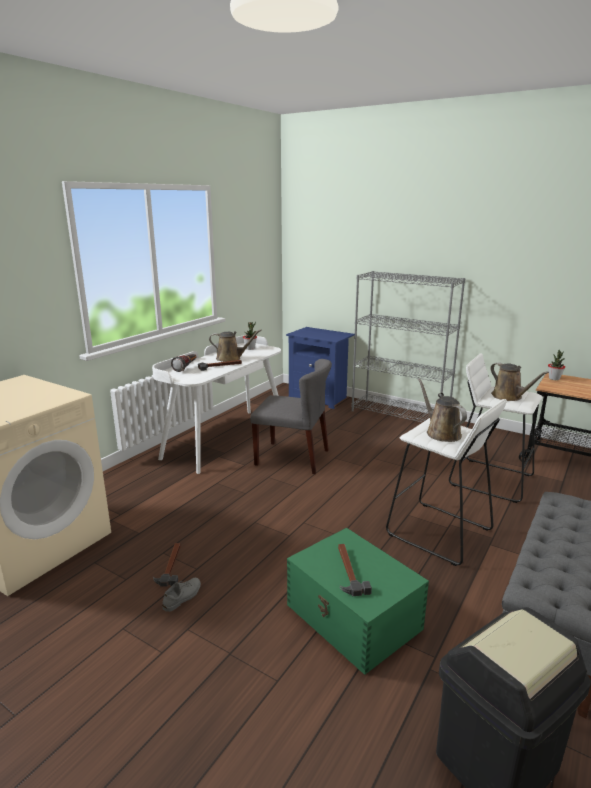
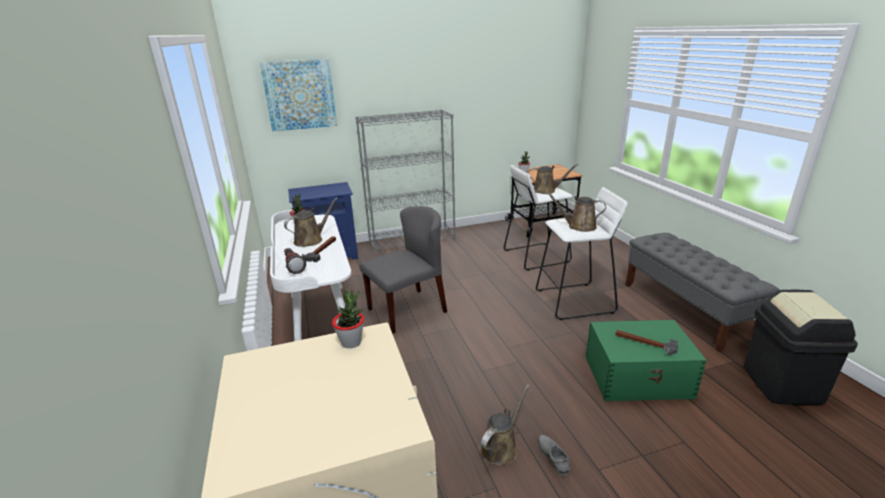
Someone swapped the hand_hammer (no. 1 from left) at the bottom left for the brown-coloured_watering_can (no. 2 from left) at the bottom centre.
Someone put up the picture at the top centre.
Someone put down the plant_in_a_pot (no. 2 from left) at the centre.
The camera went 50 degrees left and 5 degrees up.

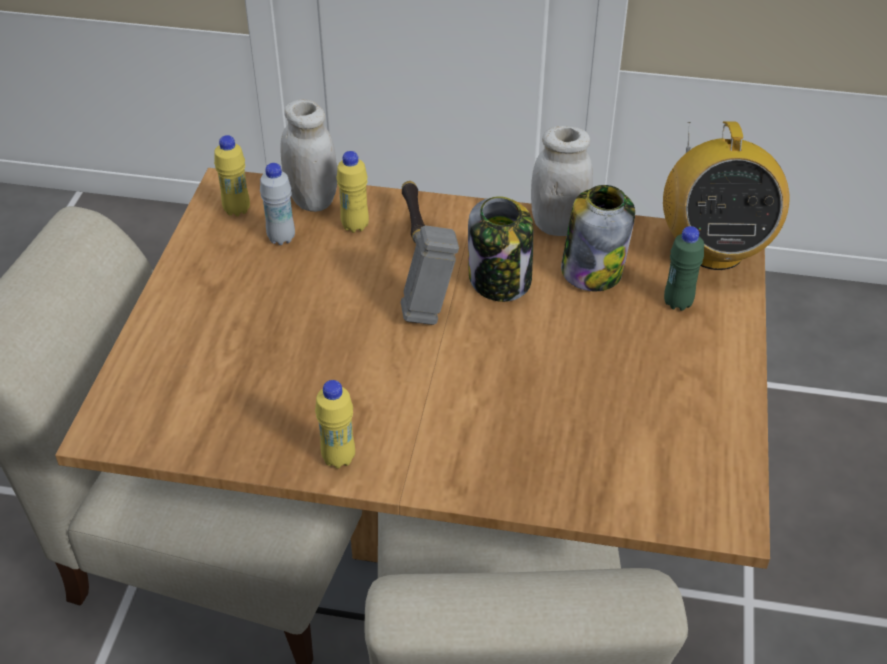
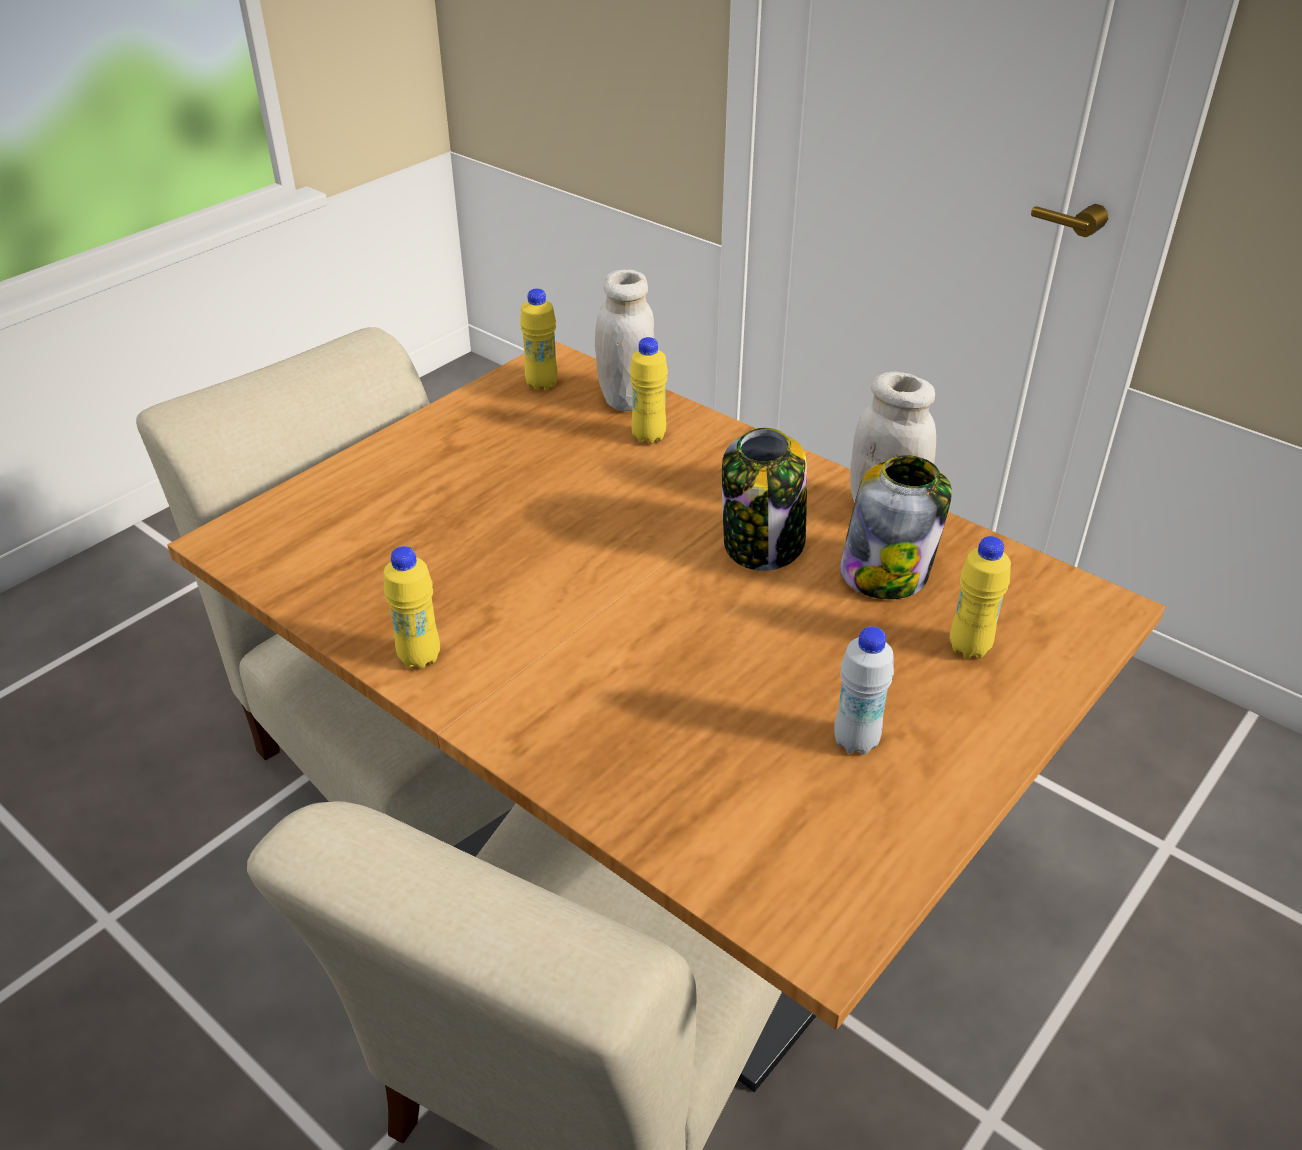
Someone carried the whitish_drink_bottle from the top left to the centre.
Someone took away the hand_hammer at the centre.
Someone took away the radio_receiver at the top right.
Someone repainted the green_drink_bottle at the middle right, which became the yellow-coloured_drink_bottle (no. 4 from left) at the middle right.
The camera went 30 degrees right and 5 degrees down.

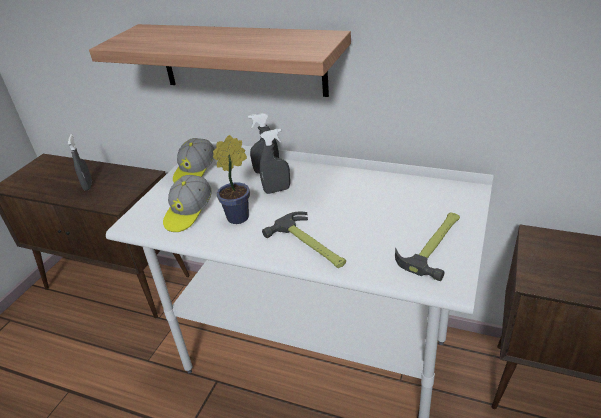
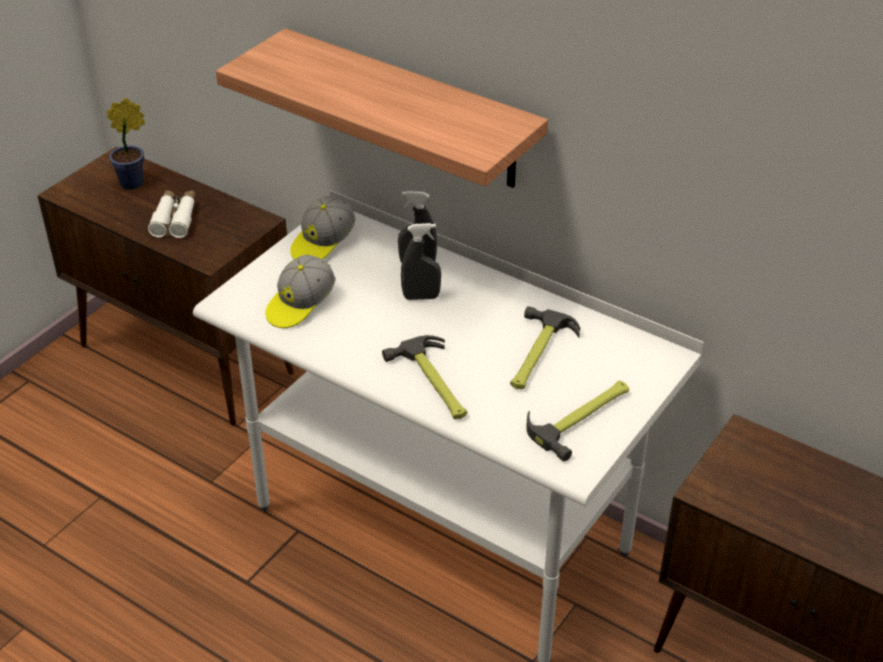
Someone swapped the gray_spray_bottle (no. 1 from left) at the middle left for the whitish_binoculars at the top left.
Someone carried the plant_in_a_pot from the centre to the top left.
Someone put down the hand_hammer (no. 2 from left) at the centre.
The camera went 10 degrees right and 5 degrees up.

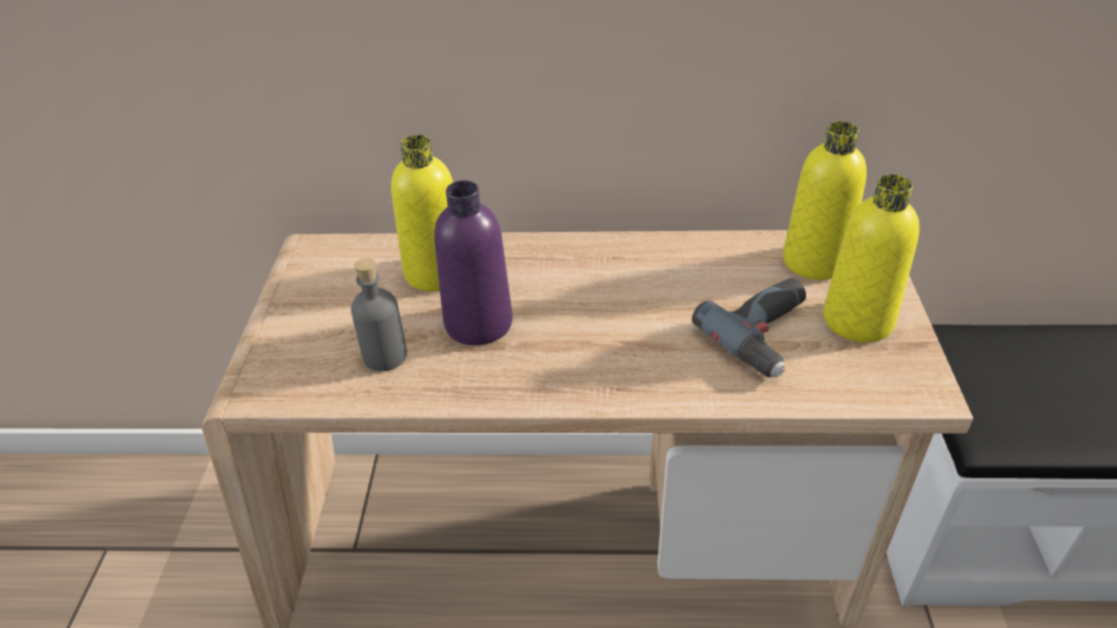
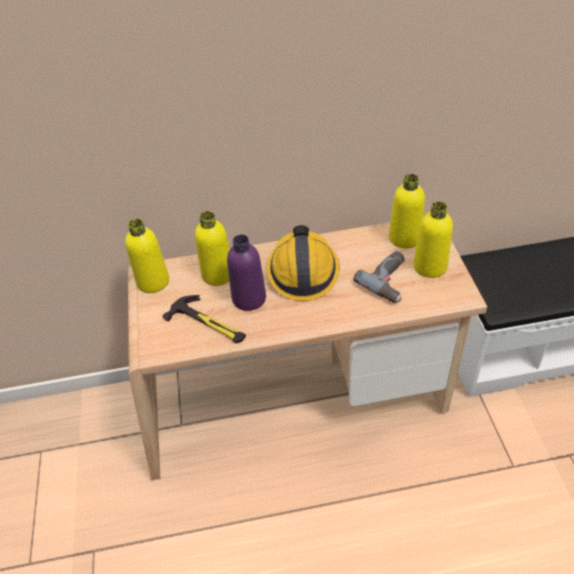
Someone swapped the gray_drink_bottle at the centre for the hand_hammer at the centre.
Someone put down the yellow-coloured_drink_bottle (no. 1 from left) at the middle left.
Someone put down the hard_hat at the centre.
The camera went 10 degrees left and 5 degrees up.

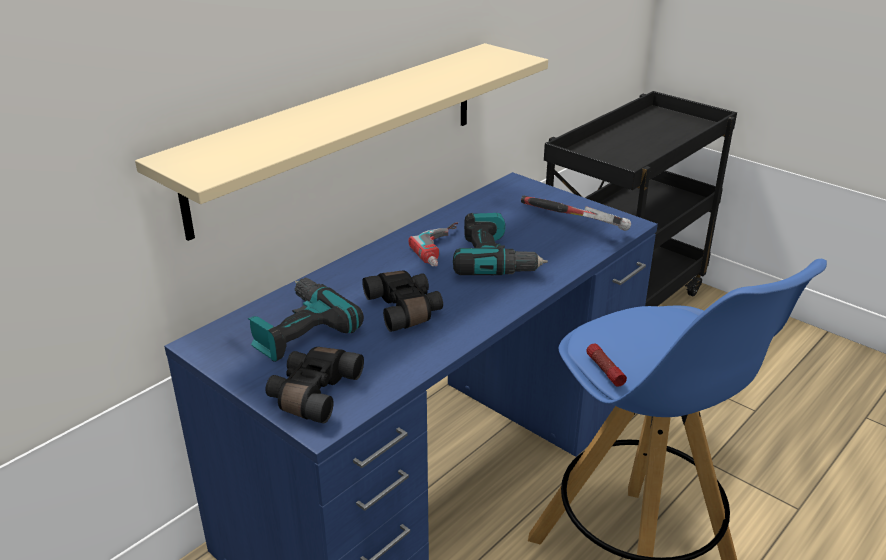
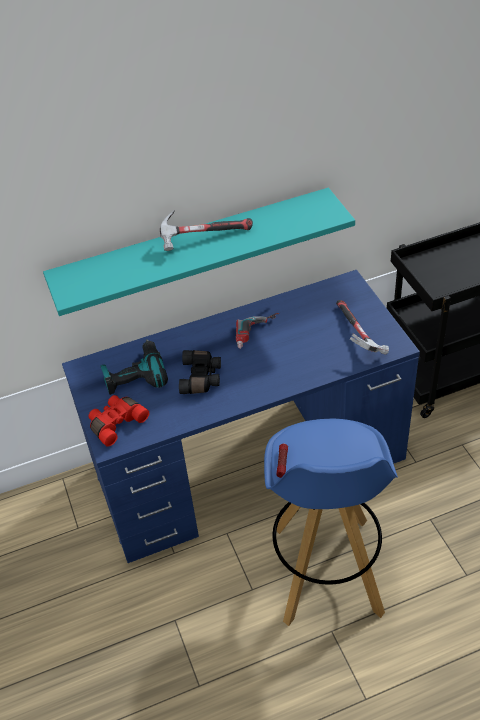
Someone repainted the sand-coloured_wall_shelf at the top centre, which became the turquoise-coloured_wall_shelf at the centre.
Someone repainted the black_binoculars (no. 1 from left) at the bottom centre, which became the reddish_binoculars at the middle left.
Someone took away the electric_drill (no. 3 from left) at the centre.
Someone put down the hand_hammer (no. 1 from left) at the top centre.
The camera went 30 degrees right and 15 degrees up.

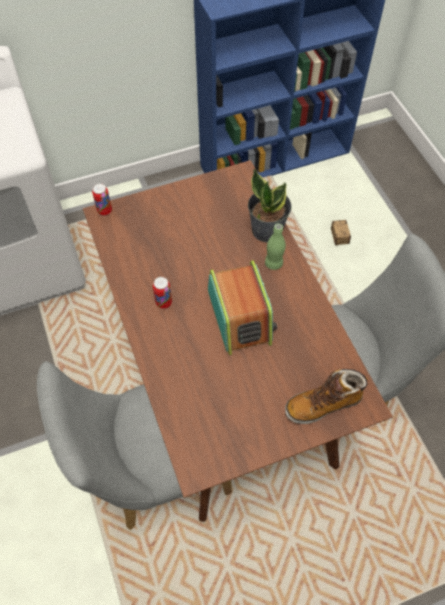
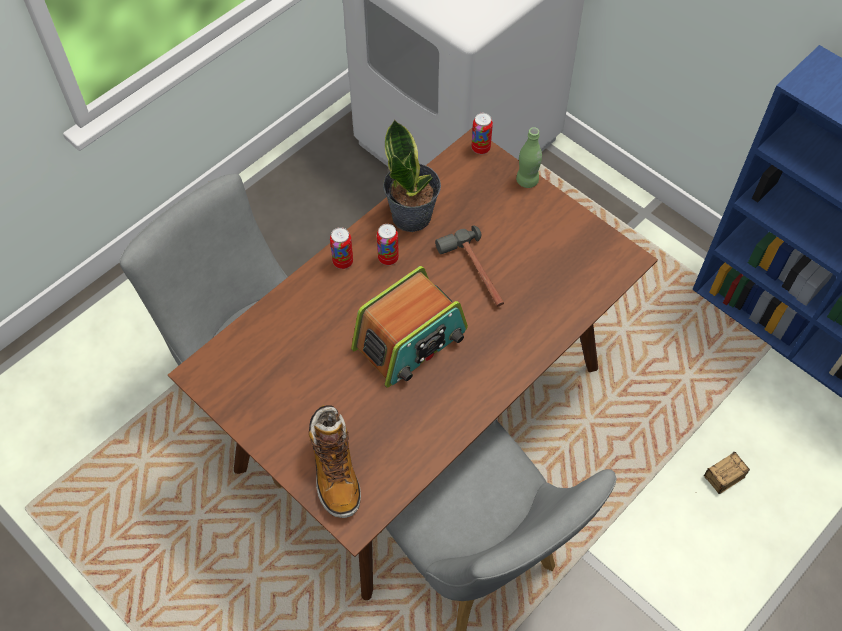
Someone carried the plant_in_a_pot from the centre to the top centre.
Someone carried the green_drink_bottle from the centre to the top centre.
Someone rotated the boot at the middle right by 150 degrees counterclockwise.
Someone put down the sealed_can (no. 1 from left) at the centre.
Someone put down the hand_hammer at the centre.
The camera went 65 degrees right and 0 degrees up.

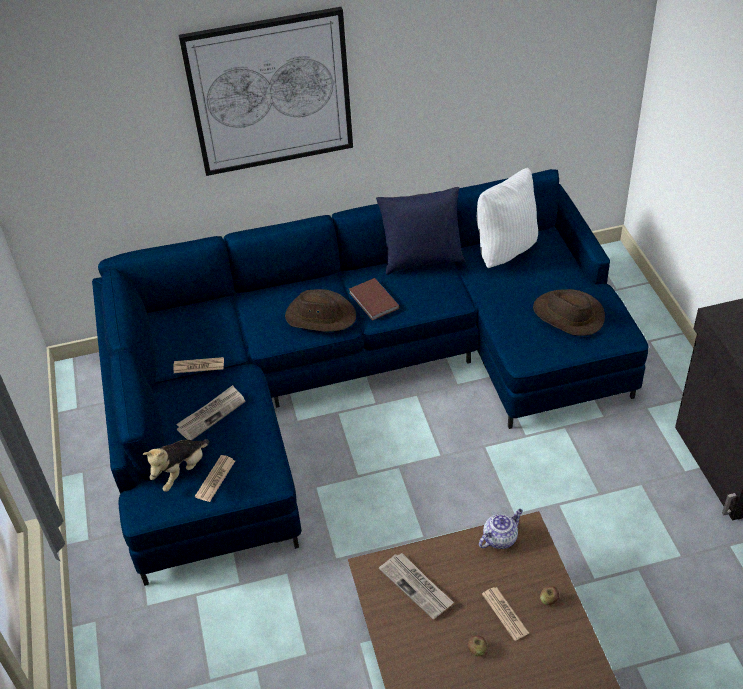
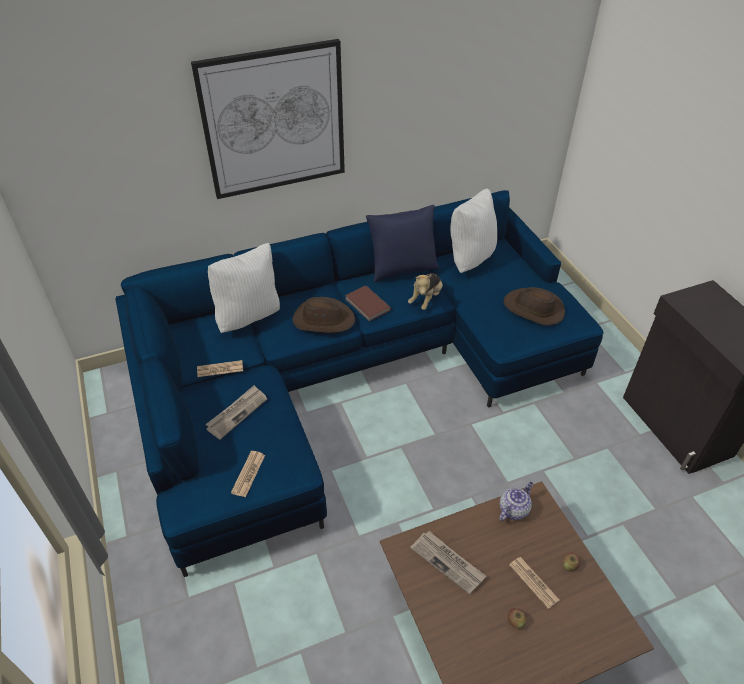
Someone carried the plush_toy from the bottom left to the centre.
Someone put down the whitish_cushion (no. 1 from left) at the middle left.
The camera went 10 degrees left and 0 degrees up.

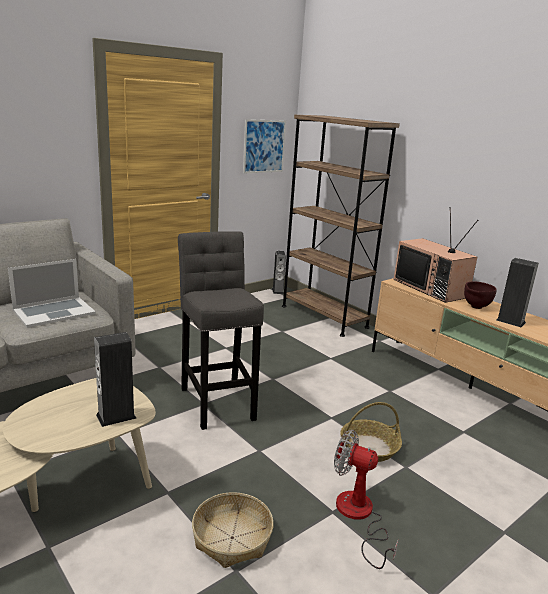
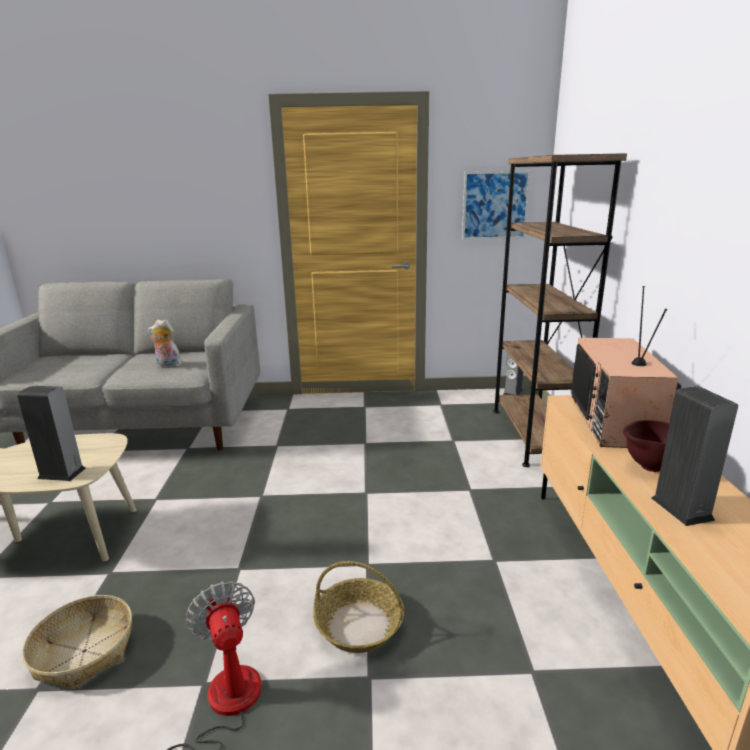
Someone swapped the notebook_computer at the middle left for the plush_toy at the middle left.
Someone took away the gray_sitting_stool at the centre.
The camera went 40 degrees right and 0 degrees up.

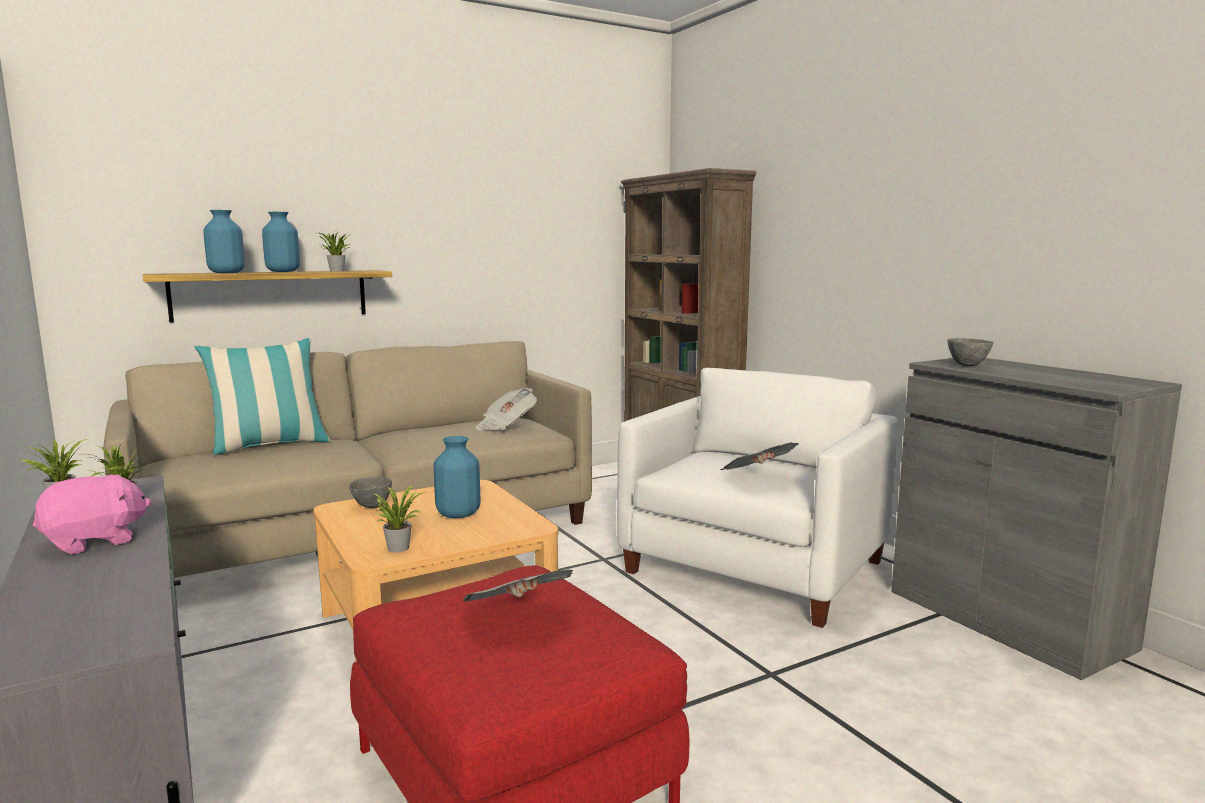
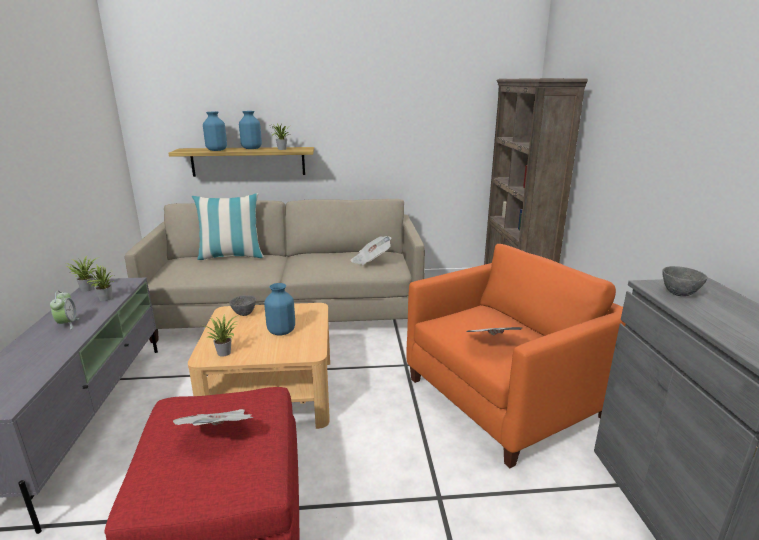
Someone swapped the pink_plush_toy at the middle left for the table_clock at the middle left.
Someone repainted the whitish_armchair at the centre, which became the orangey_armchair at the middle right.
The camera went 25 degrees right and 10 degrees up.

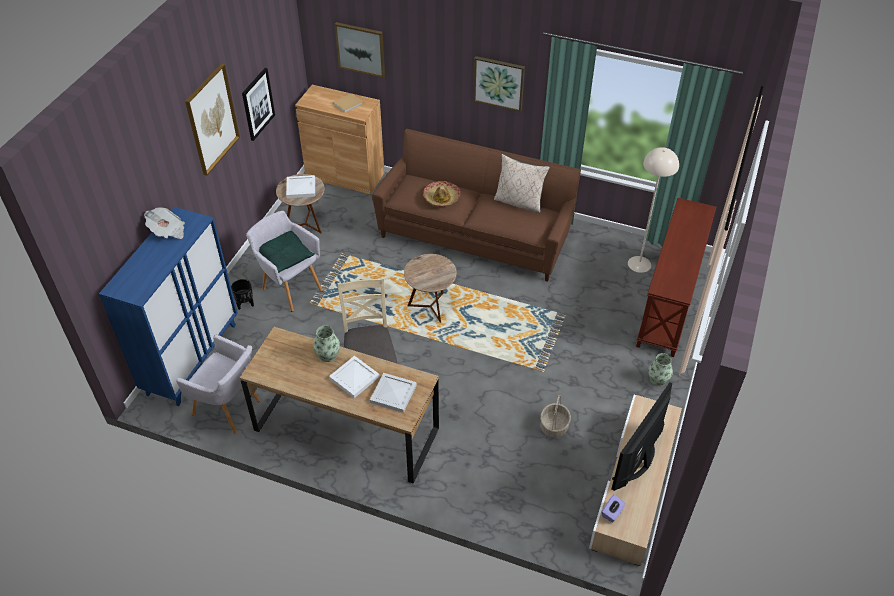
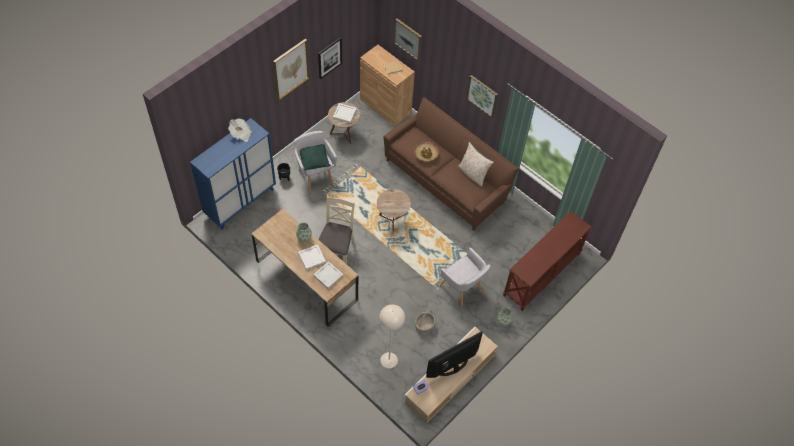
Someone carried the gray_armchair (no. 1 from left in the first image) from the middle left to the centre.
Someone carried the sand-coloured_floor_lamp from the middle right to the bottom centre.
The camera went 20 degrees right and 10 degrees up.

